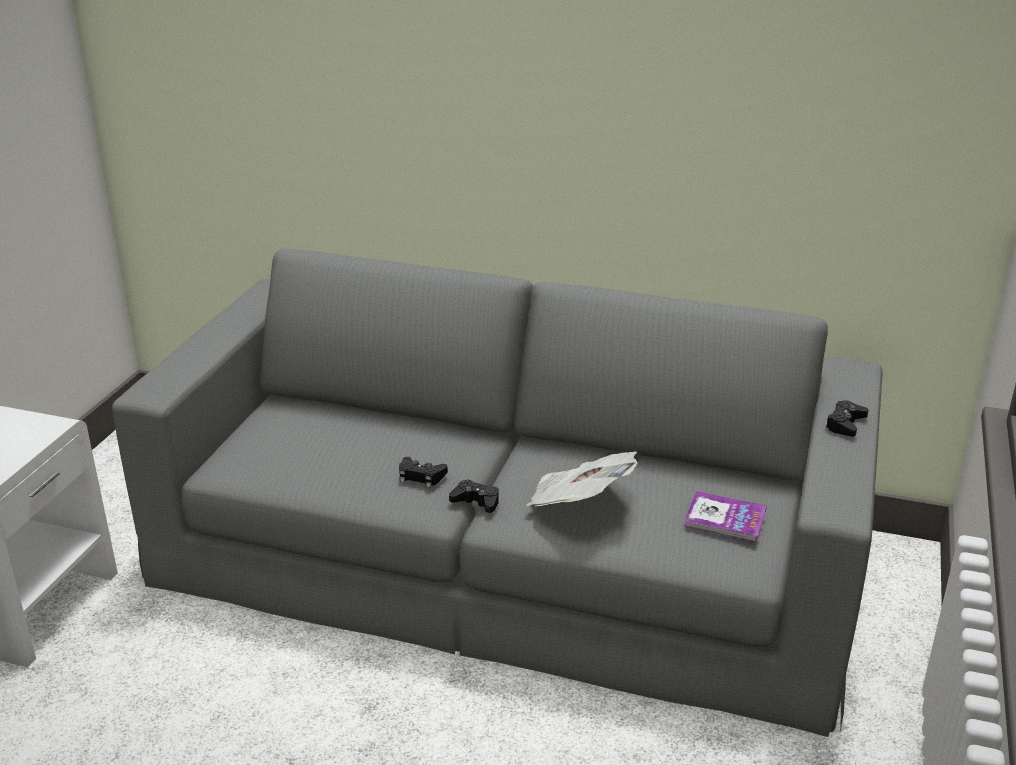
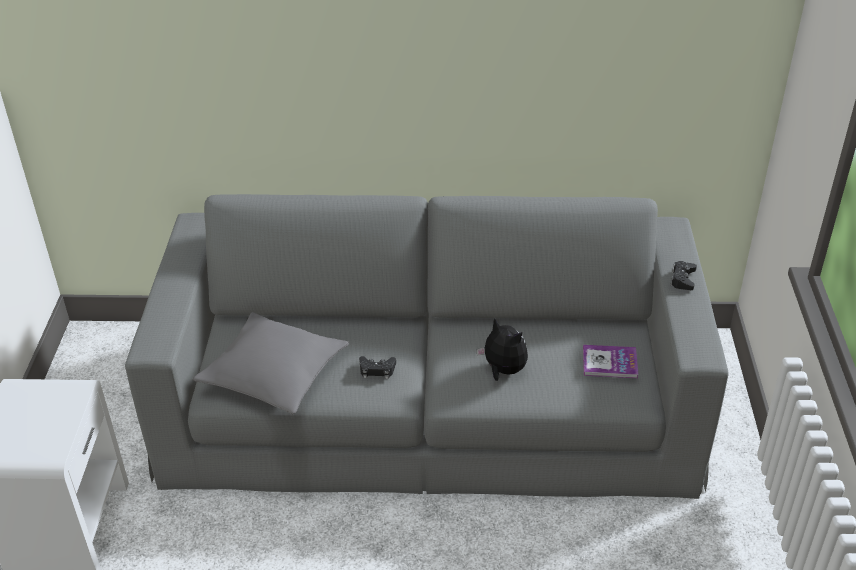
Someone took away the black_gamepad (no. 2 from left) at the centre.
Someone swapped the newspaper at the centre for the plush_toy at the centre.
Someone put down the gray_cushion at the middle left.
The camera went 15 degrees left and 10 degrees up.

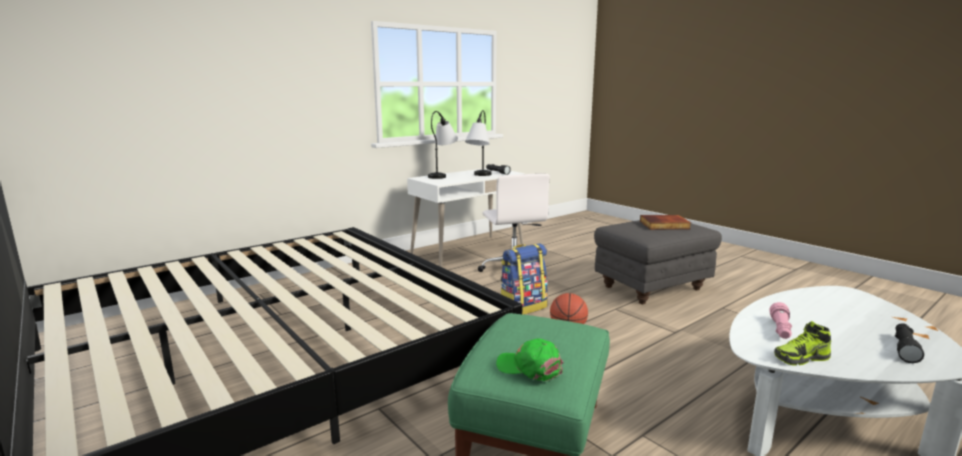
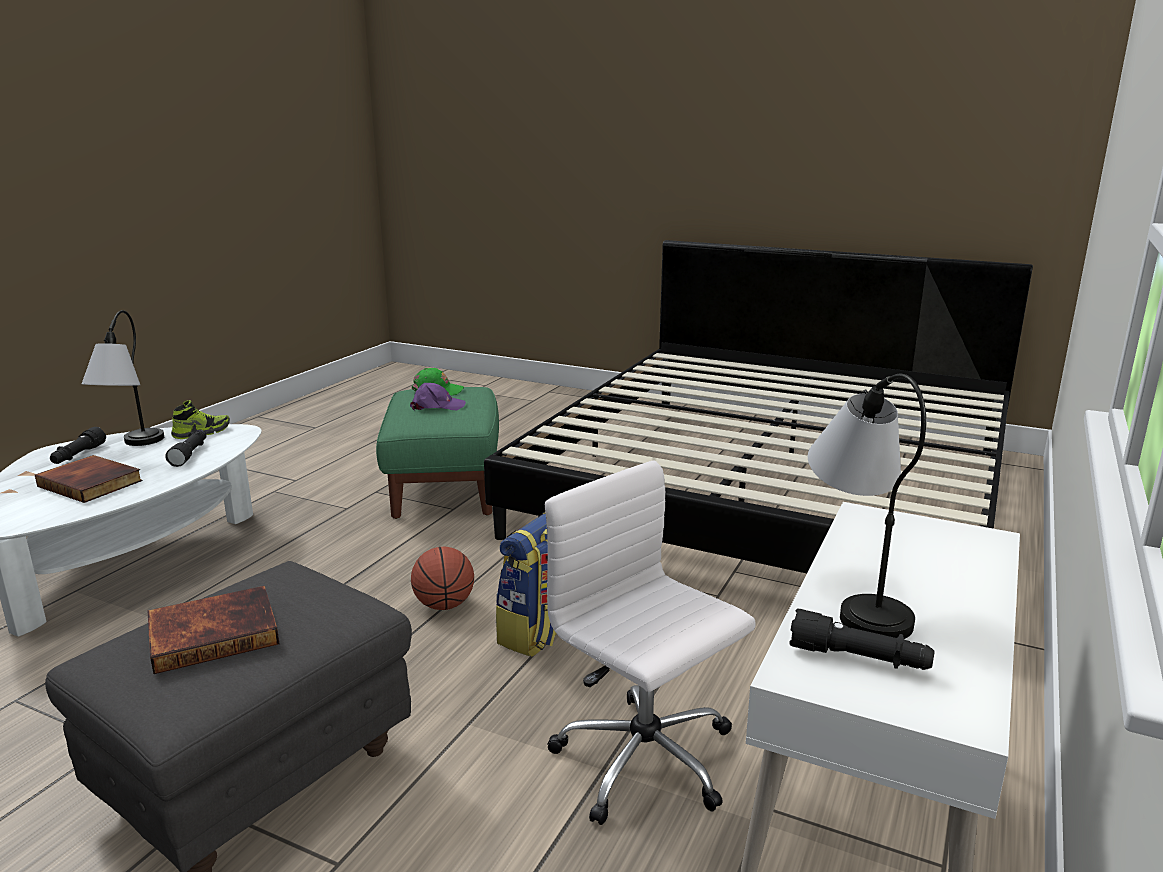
Someone carried the table_lamp (no. 1 from left) from the top centre to the middle left.
Someone repainted the pink_hand_torch at the bottom right, which became the black_hand_torch (no. 2 from left) at the middle left.
Someone put down the bound_book (no. 1 from left) at the middle left.
Someone put down the purple-coloured_baseball_cap at the centre.
The camera went 155 degrees right and 5 degrees up.

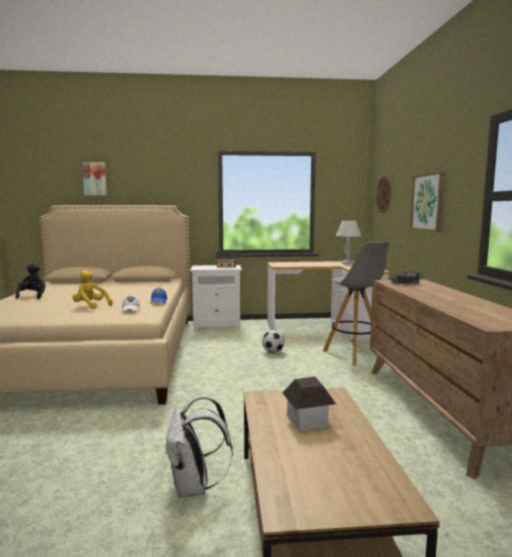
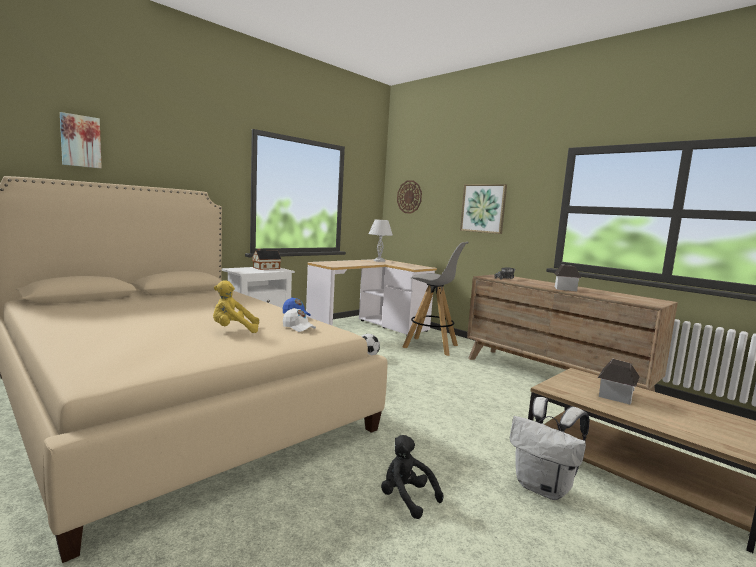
Someone carried the black_plush_toy from the middle left to the bottom centre.
Someone put down the miniature_house (no. 2 from left) at the middle right.
The camera went 40 degrees left and 0 degrees up.

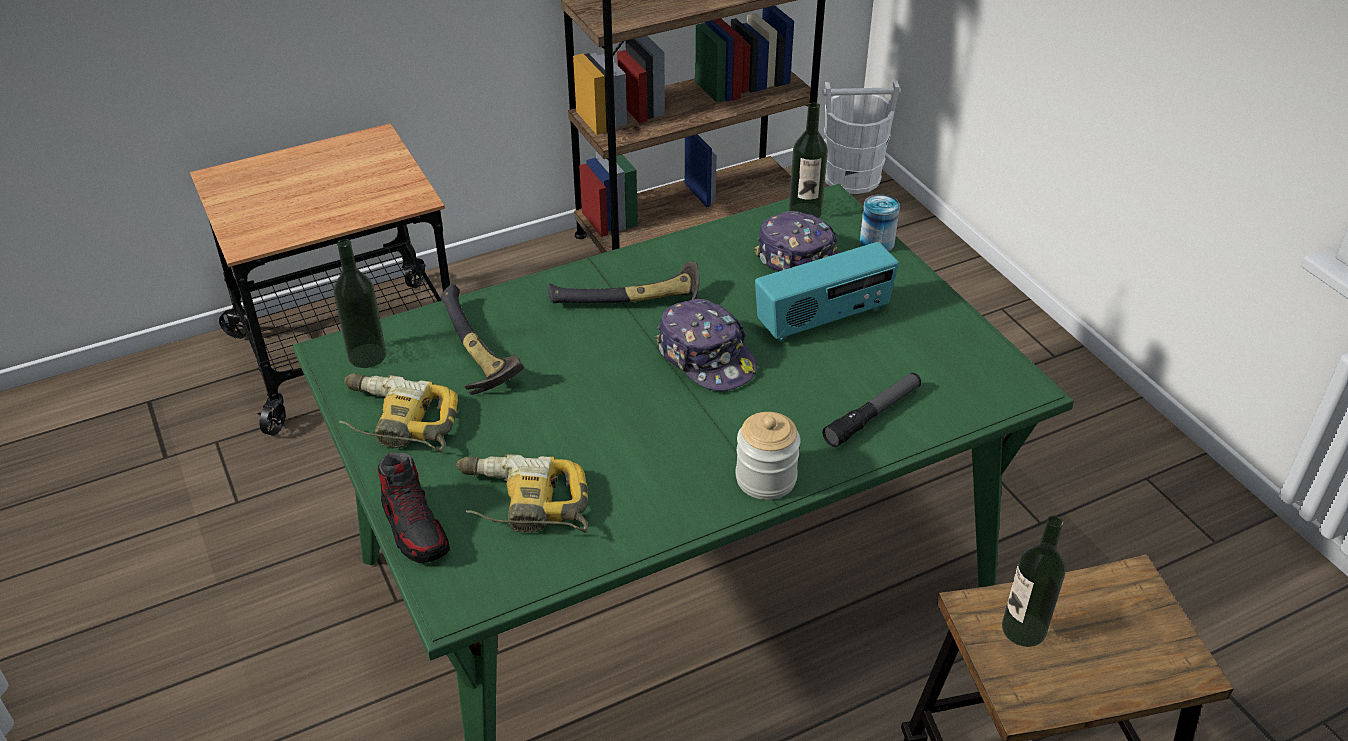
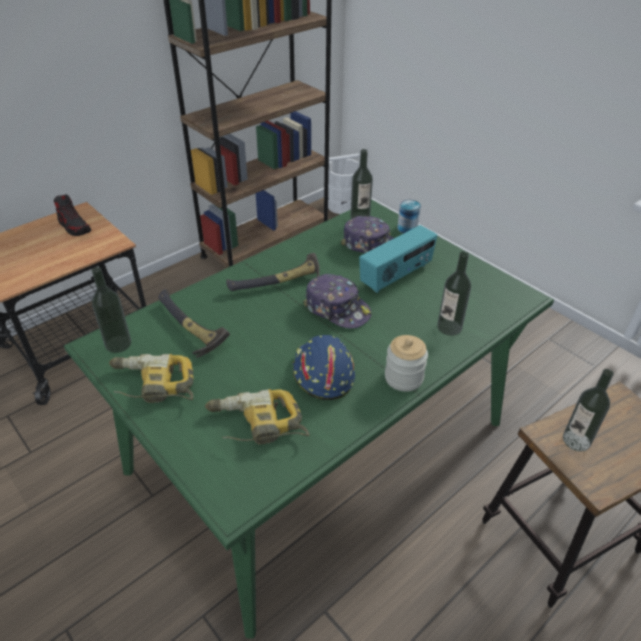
Someone carried the low_shoe from the bottom left to the middle left.
Someone swapped the hand_torch at the centre for the drink_bottle (no. 3 from left) at the middle right.
Someone put down the blue_hard_hat at the centre.
The camera went 15 degrees left and 0 degrees up.

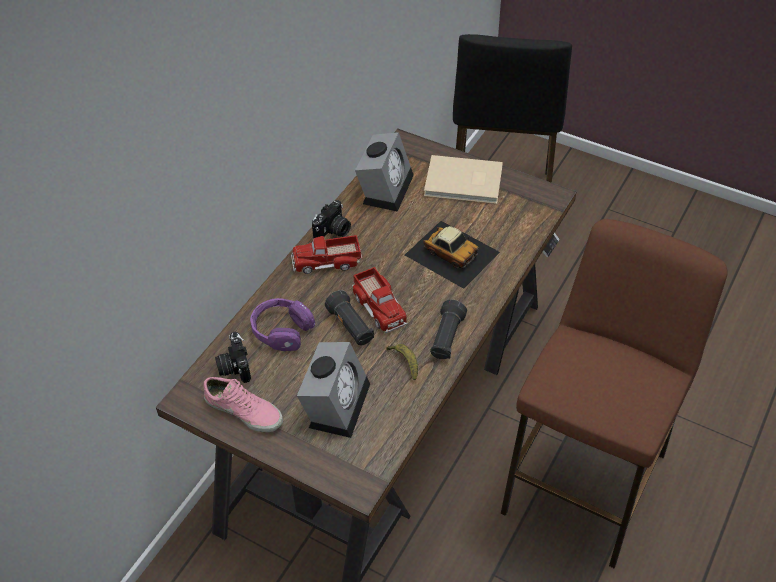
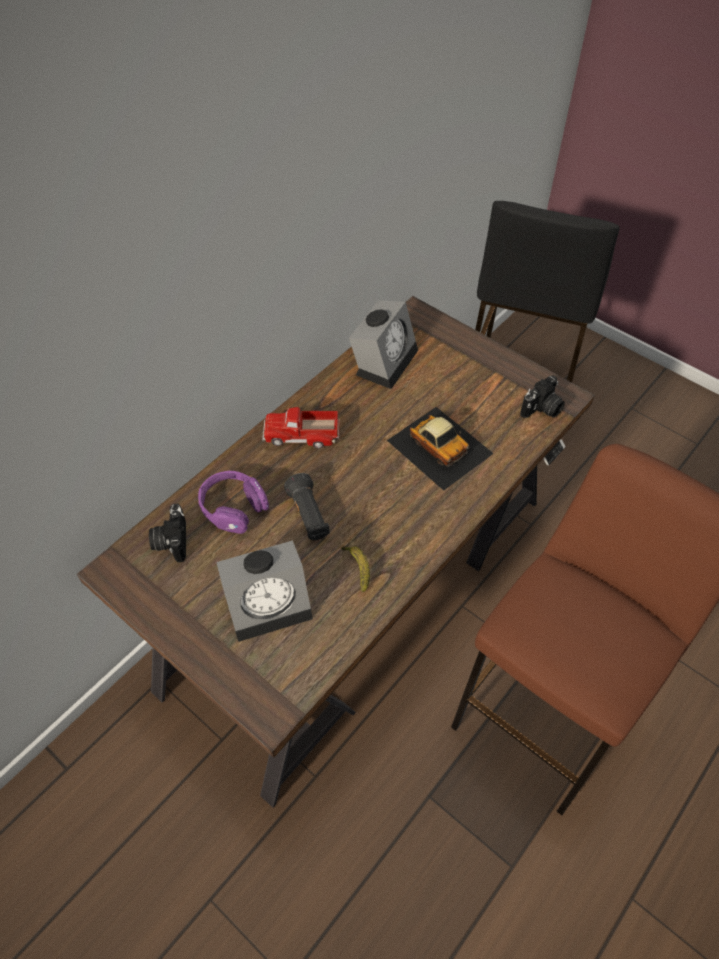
Someone took away the pink_low_shoe at the bottom left.
Someone rotated the table_clock (no. 1 from left) at the bottom centre by 45 degrees clockwise.
Someone carried the still_camera (no. 2 from left) from the centre to the middle right.
Someone took away the toy_lorry (no. 2 from left) at the centre.
Someone took away the sand-coloured_bound_book at the top centre.
Someone took away the black_hand_torch (no. 2 from left) at the centre.
The camera went 10 degrees right and 5 degrees up.

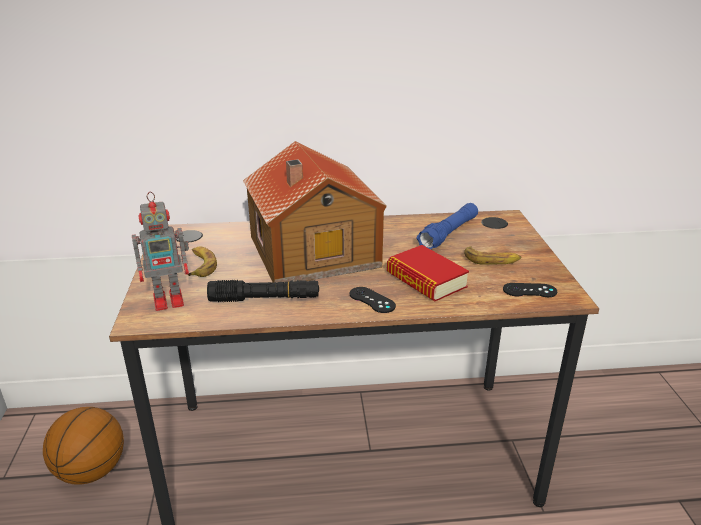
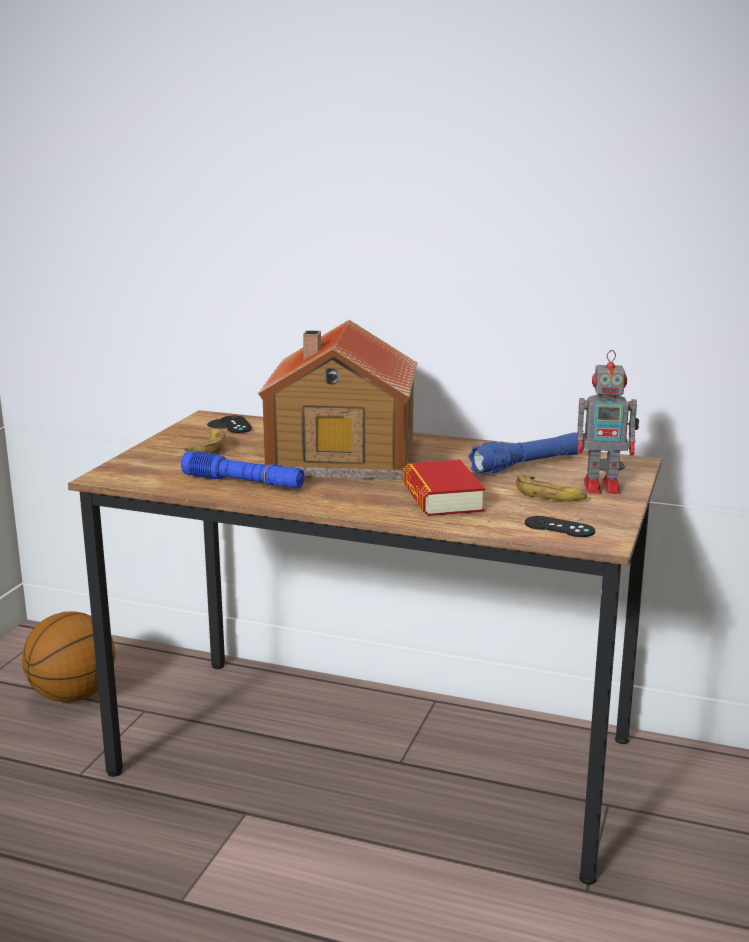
Someone carried the robot_figure from the middle left to the middle right.
Someone repainted the black_hand_torch at the centre, which became the blue_hand_torch (no. 1 from left) at the middle left.
Someone carried the black_gamepad (no. 1 from left) from the centre to the middle left.
The camera went 25 degrees right and 10 degrees down.

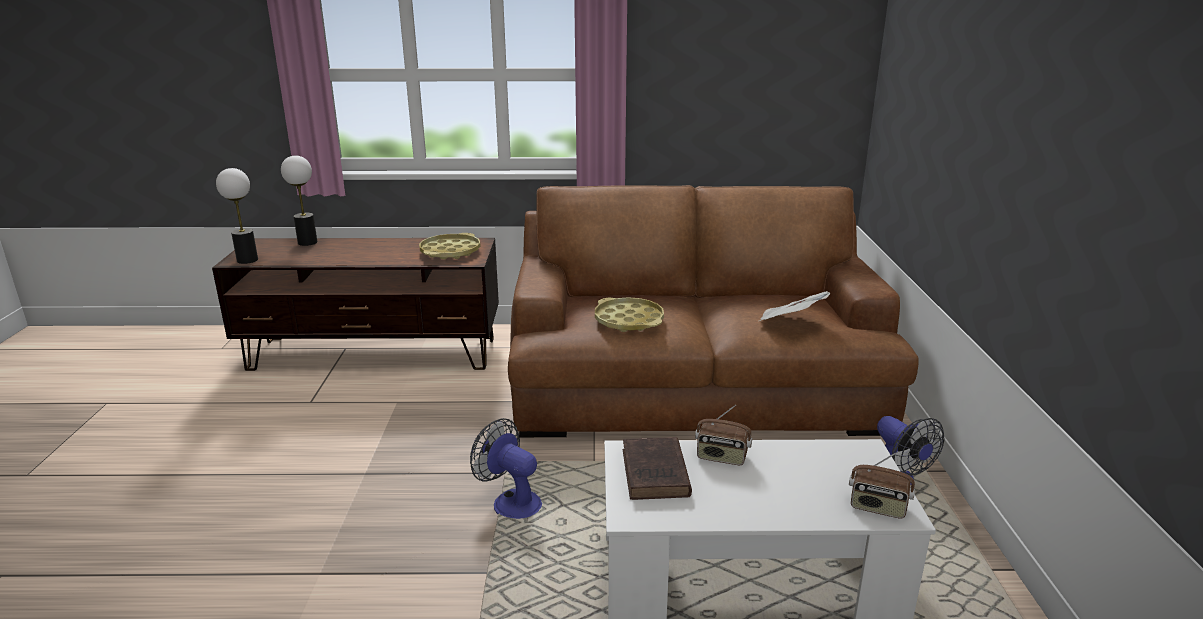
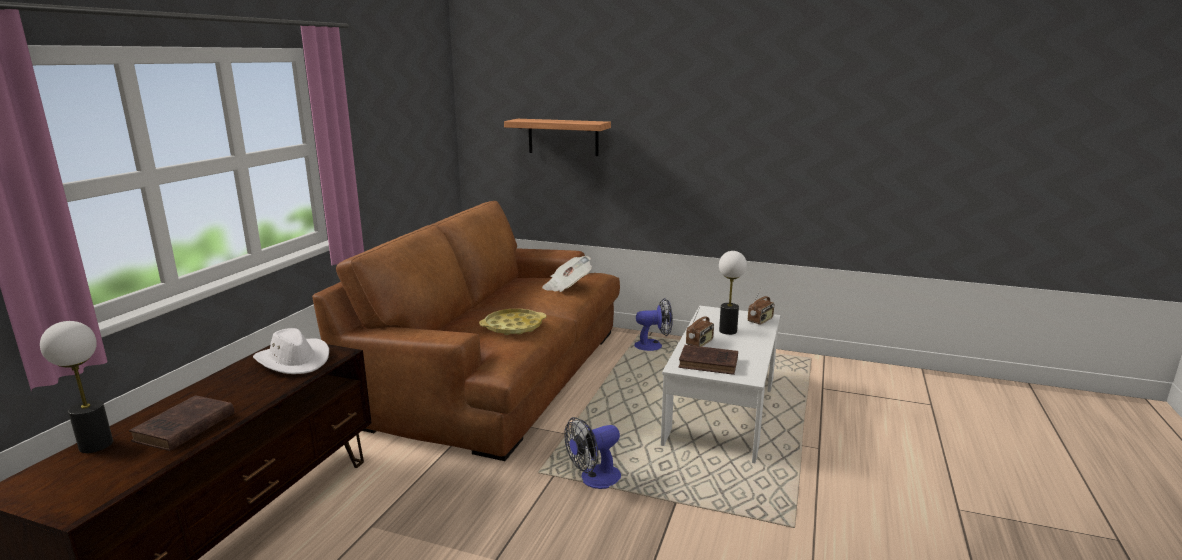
Someone carried the table_lamp (no. 1 from left in the first image) from the middle left to the centre.
Someone swapped the yellow-coloured_serving_tray (no. 1 from left) at the centre for the whitish_hat at the middle left.
Someone put down the brown-coloured_bound_book (no. 1 from left) at the bottom left.
Someone put up the wall_shelf at the top centre.
The camera went 70 degrees left and 5 degrees down.

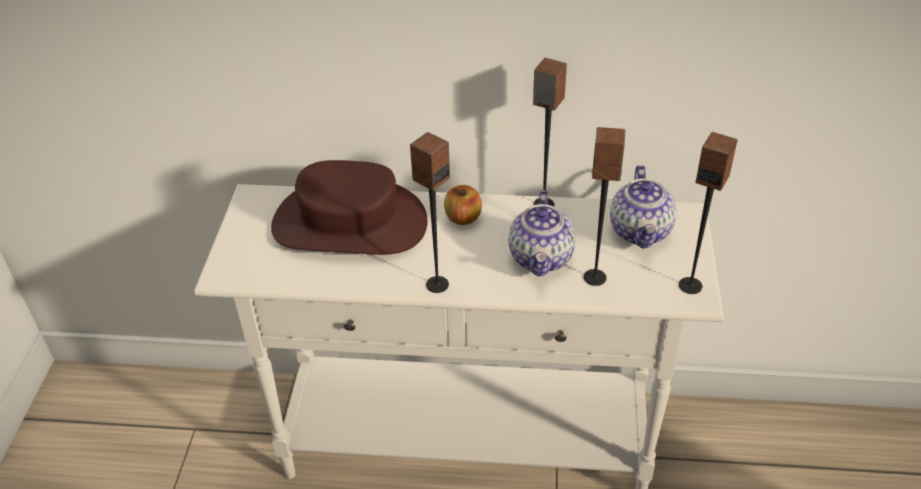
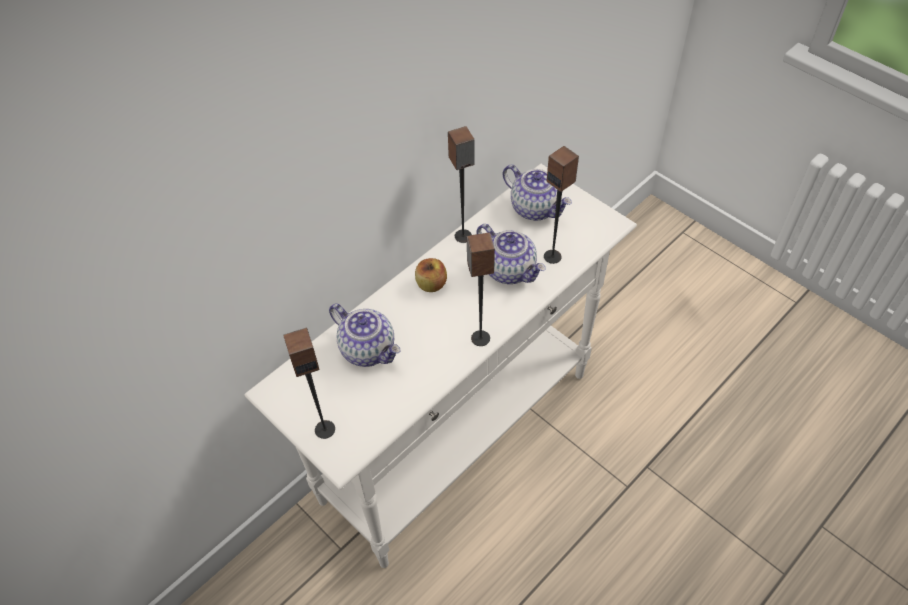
Someone swapped the brown-coloured_hat at the centre for the pot_for_tea (no. 1 from left) at the centre.
Someone carried the loudspeaker (no. 4 from left in the first image) from the middle right to the centre.
The camera went 50 degrees left and 10 degrees up.

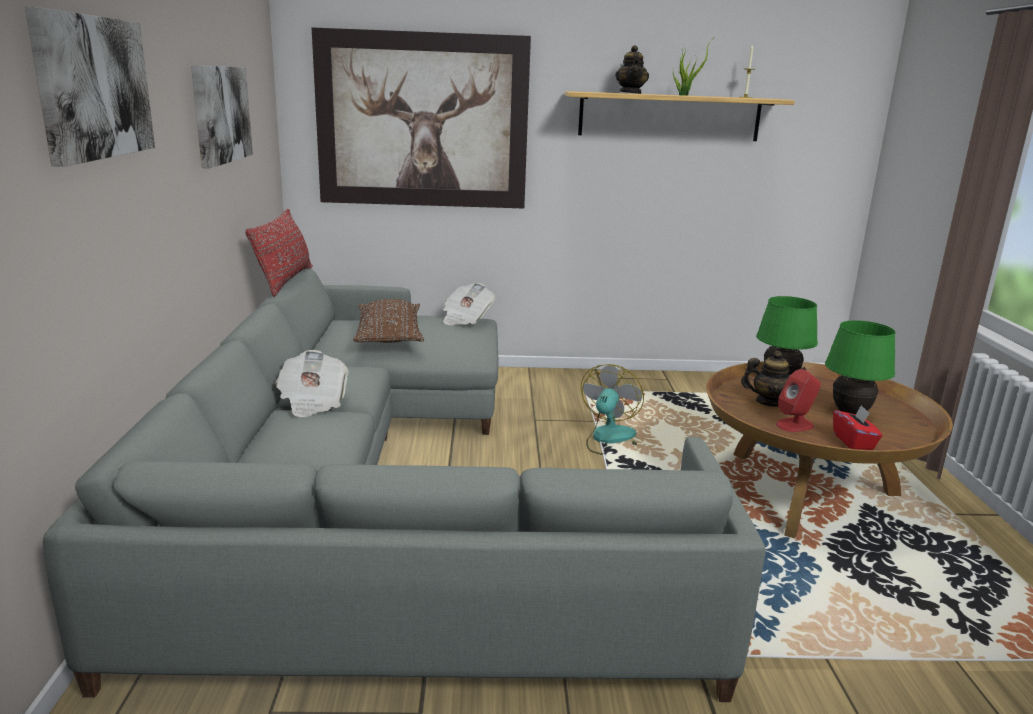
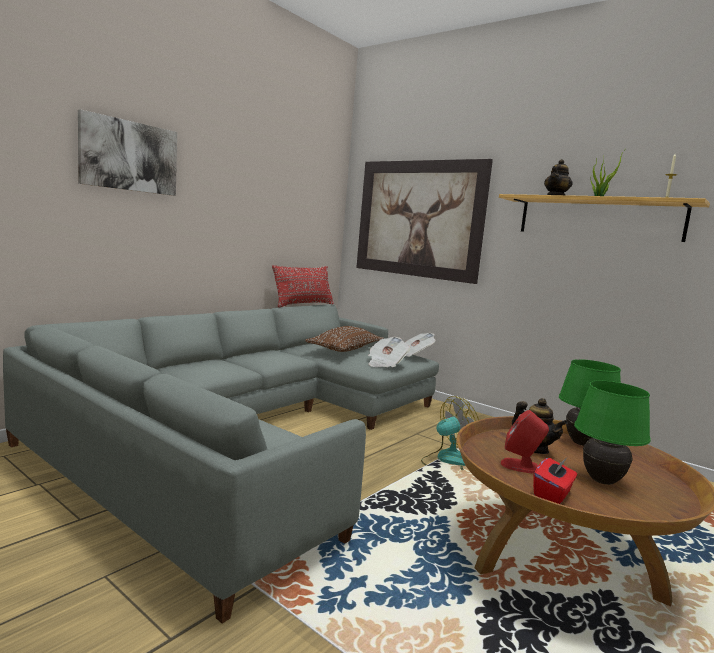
Someone took away the picture (no. 2 from left) at the top left.
Someone carried the newspaper (no. 1 from left) from the middle left to the centre.
The camera went 40 degrees right and 10 degrees down.

